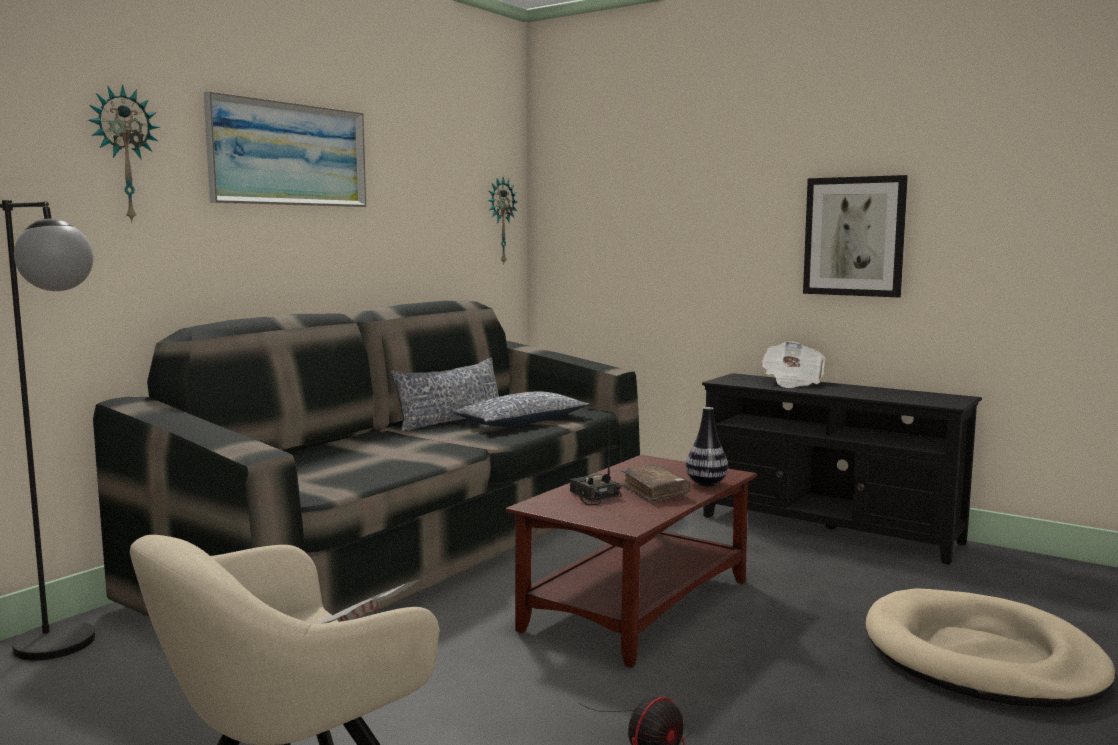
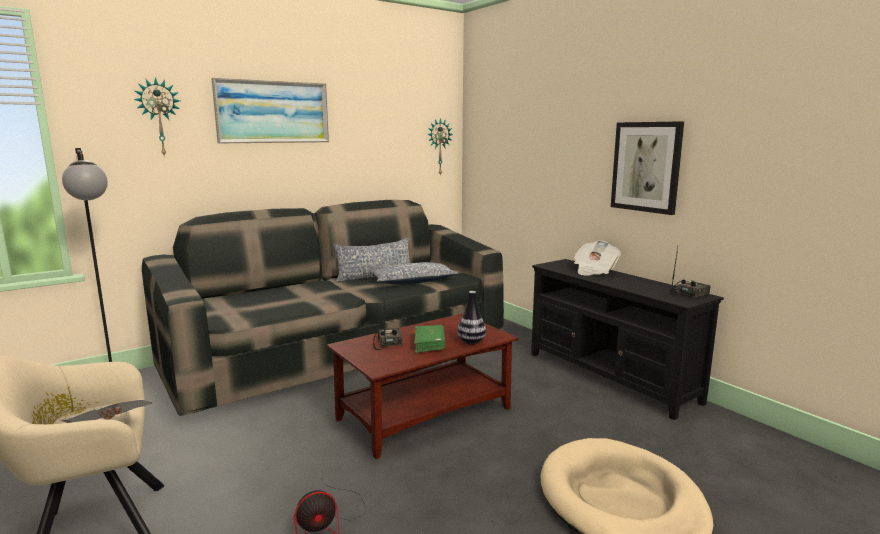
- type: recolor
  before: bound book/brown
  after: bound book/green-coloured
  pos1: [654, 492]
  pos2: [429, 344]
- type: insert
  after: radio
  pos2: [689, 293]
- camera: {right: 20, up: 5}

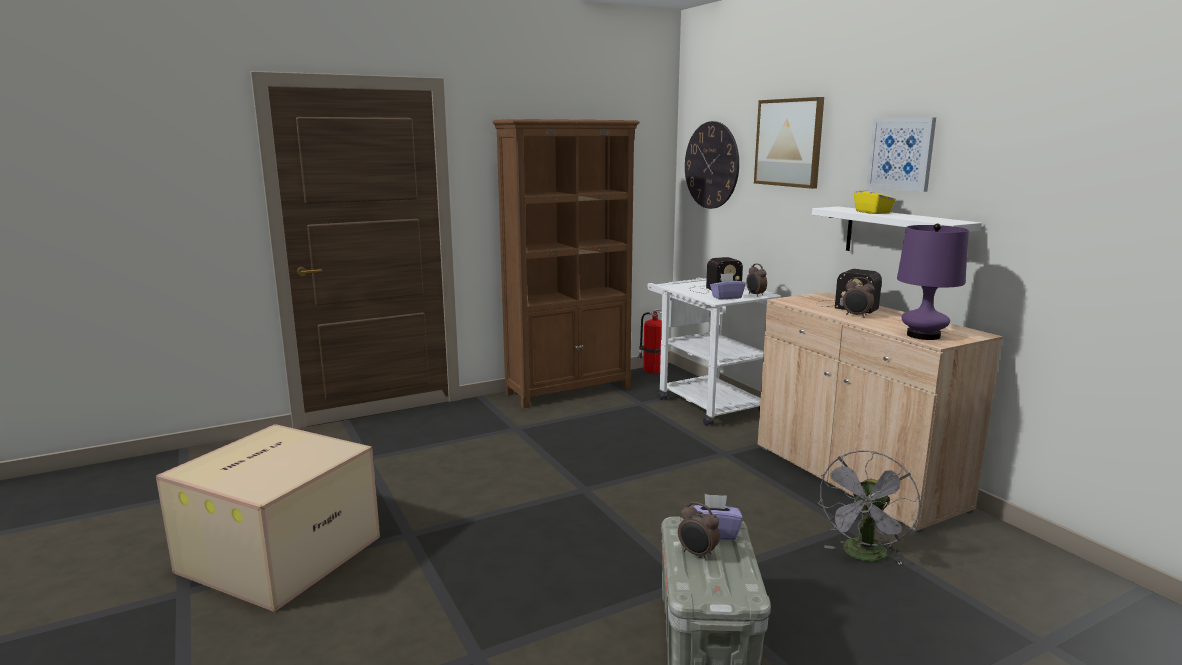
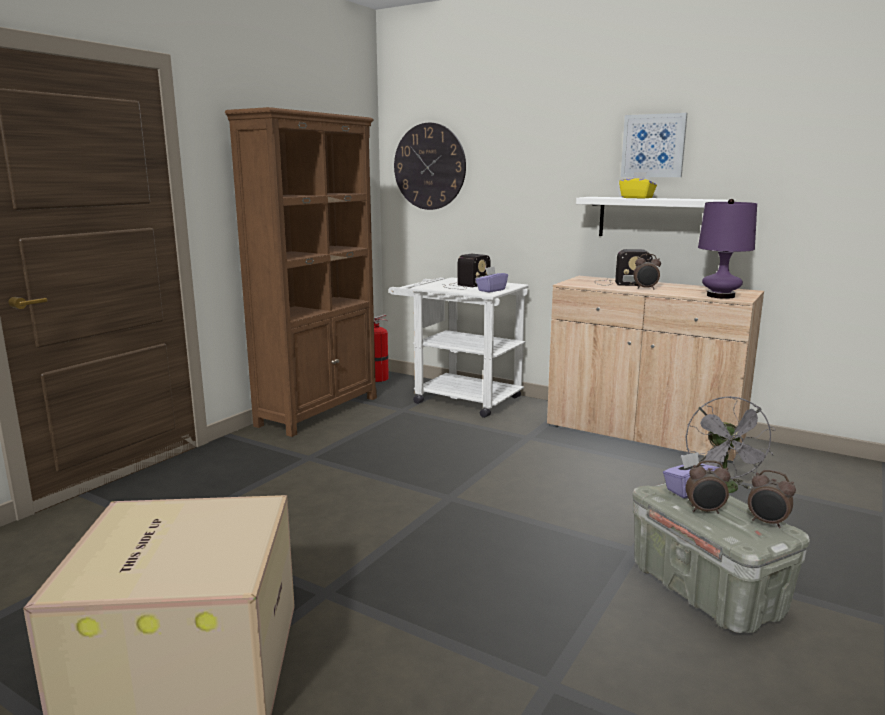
- type: move
  before: bedside clock
  pos1: [755, 295]
  pos2: [767, 523]
- type: delete
  before: wall picture
  pos1: [789, 142]
- camera: {right: -30, up: 0}

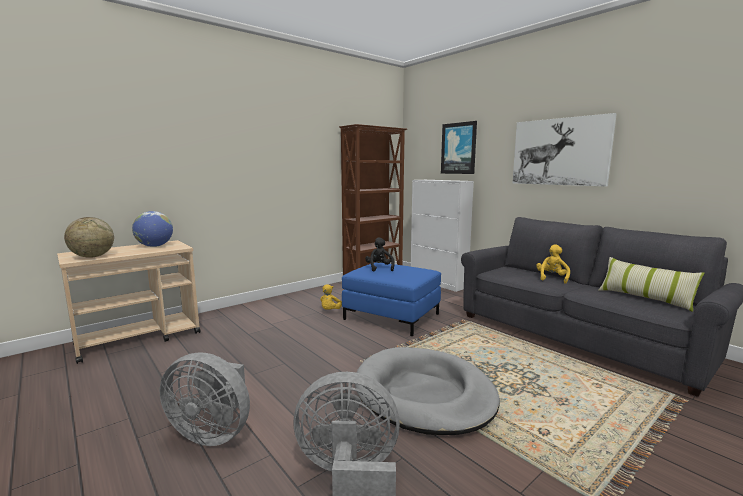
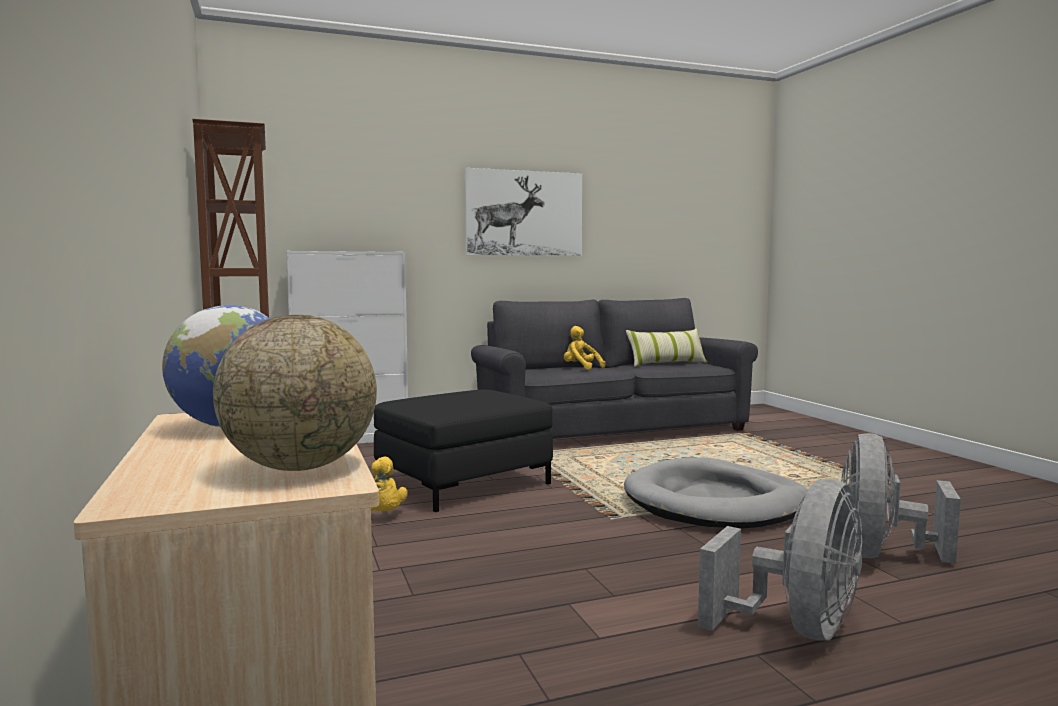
- type: recolor
  before: pouffe/blue
  after: pouffe/black-coloured
  pos1: [392, 316]
  pos2: [464, 483]
- type: delete
  before: soft toy/black-coloured
  pos1: [379, 268]
- type: delete
  before: wall picture
  pos1: [458, 148]
- camera: {right: -70, up: -5}

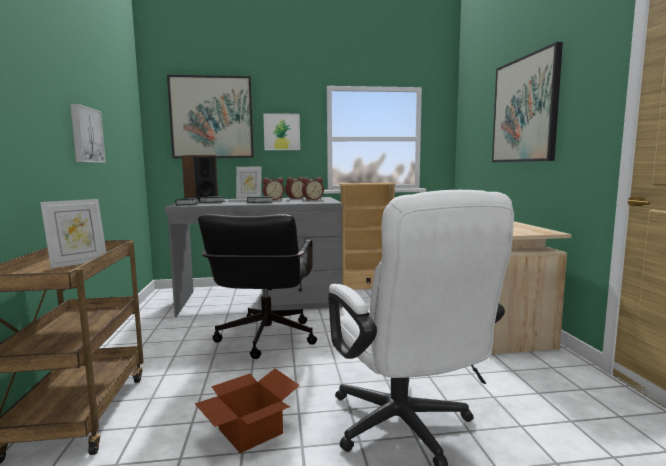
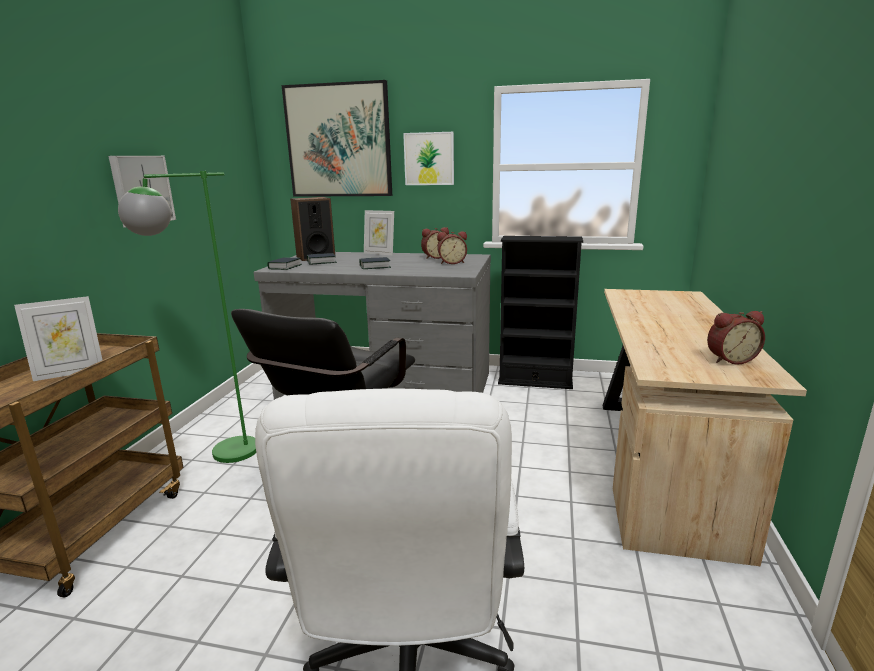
- type: insert
  after: standard lamp/green-coloured
  pos2: [219, 455]
- type: recolor
  before: bookcase/beige-coloured
  after: bookcase/black-coloured
  pos1: [366, 286]
  pos2: [535, 381]
- type: move
  before: bedside clock
  pos1: [273, 199]
  pos2: [730, 359]
- type: delete
  before: cardboard box
  pos1: [248, 431]
- type: delete
  before: wall picture
  pos1: [525, 110]
- camera: {right: 20, up: 10}

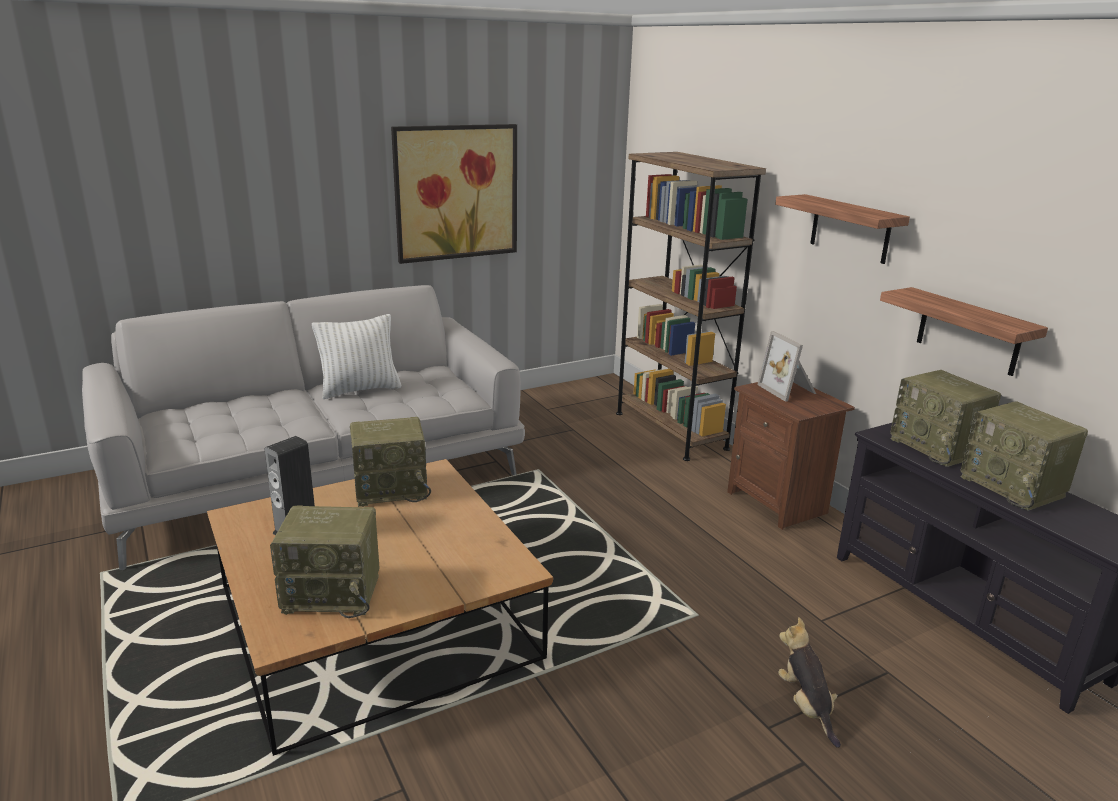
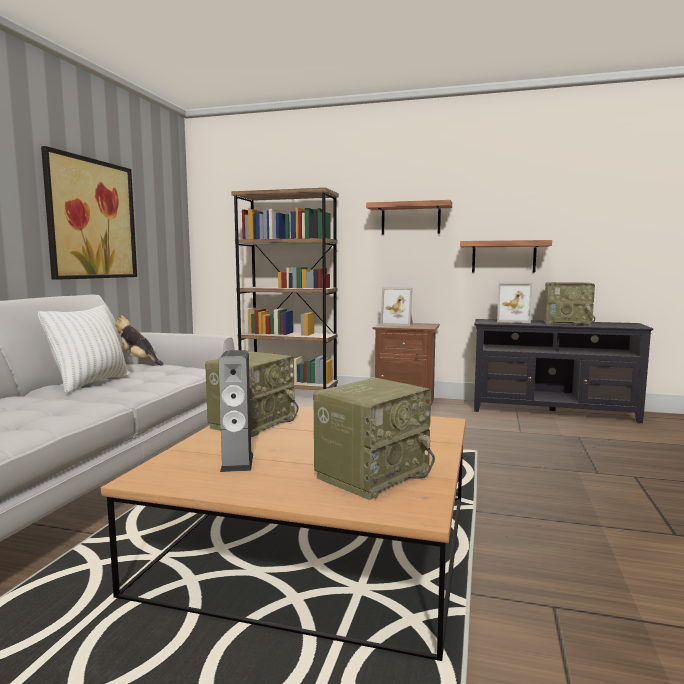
- type: move
  before: soft toy
  pos1: [806, 706]
  pos2: [138, 362]
- type: replace
  before: radio
  after: photo frame
  pos1: [938, 447]
  pos2: [513, 321]
- camera: {right: -45, up: -15}

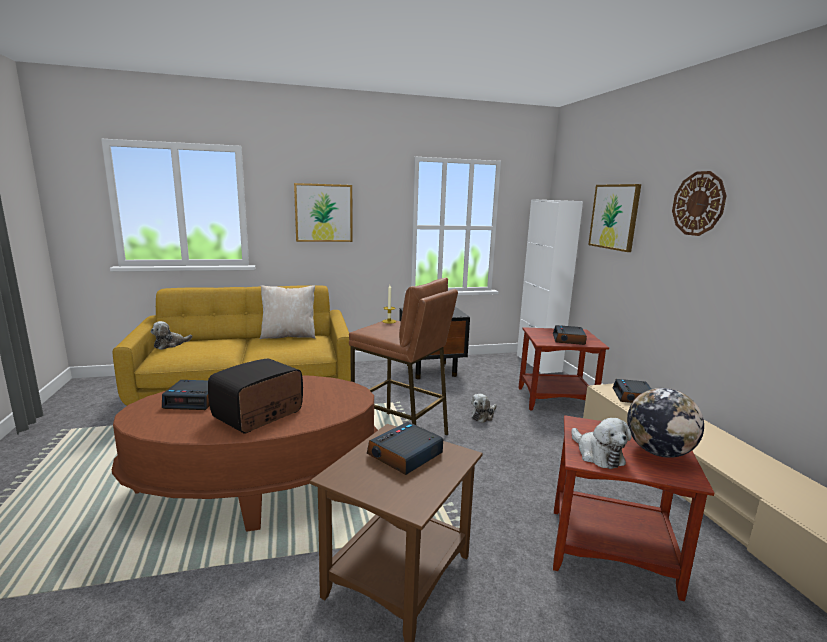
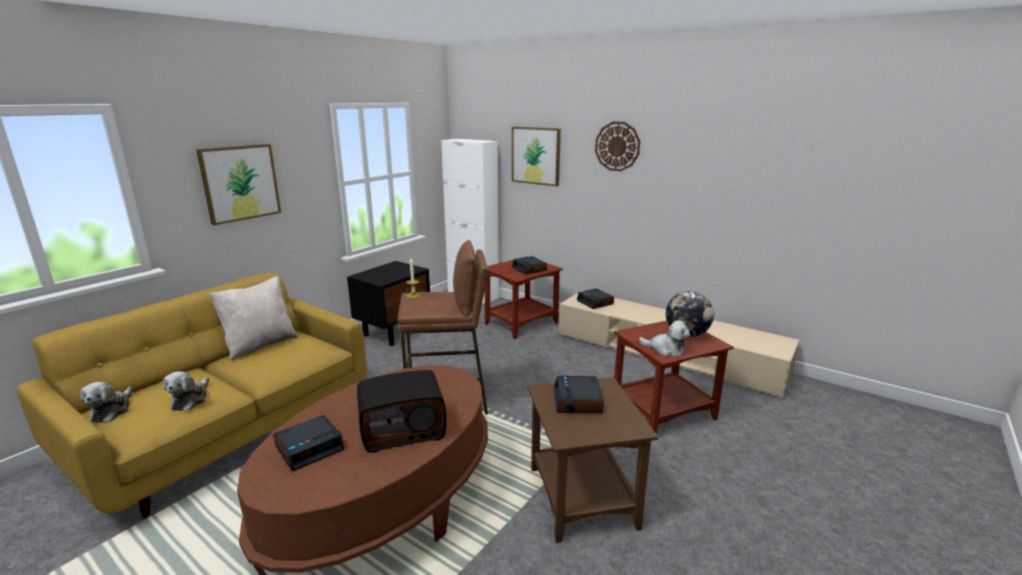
- type: move
  before: soft toy
  pos1: [483, 416]
  pos2: [190, 399]
- type: rotate
  before: radio
  pos1: [258, 415]
  pos2: [403, 429]
  turn: -105
- camera: {right: -40, up: 5}

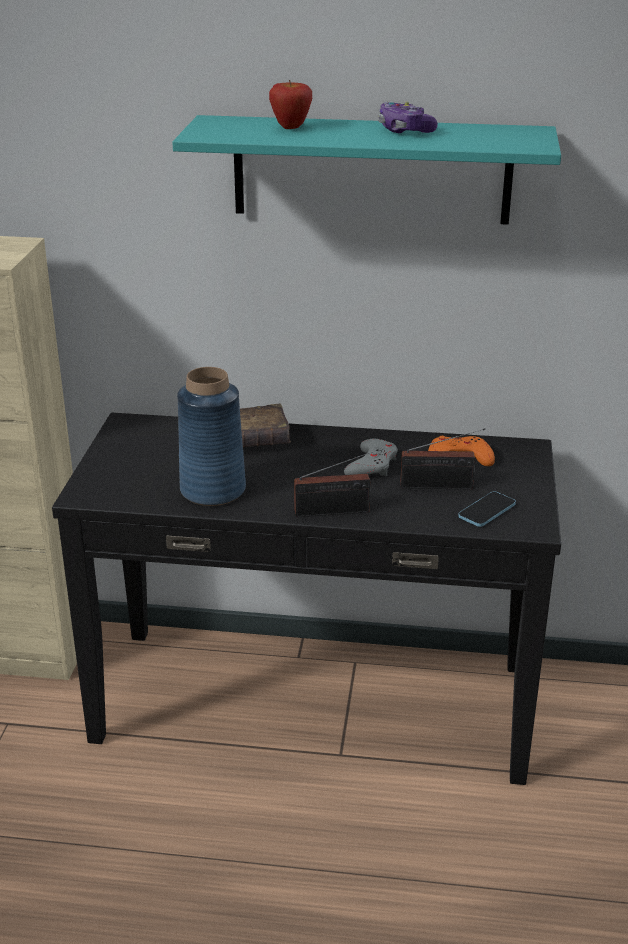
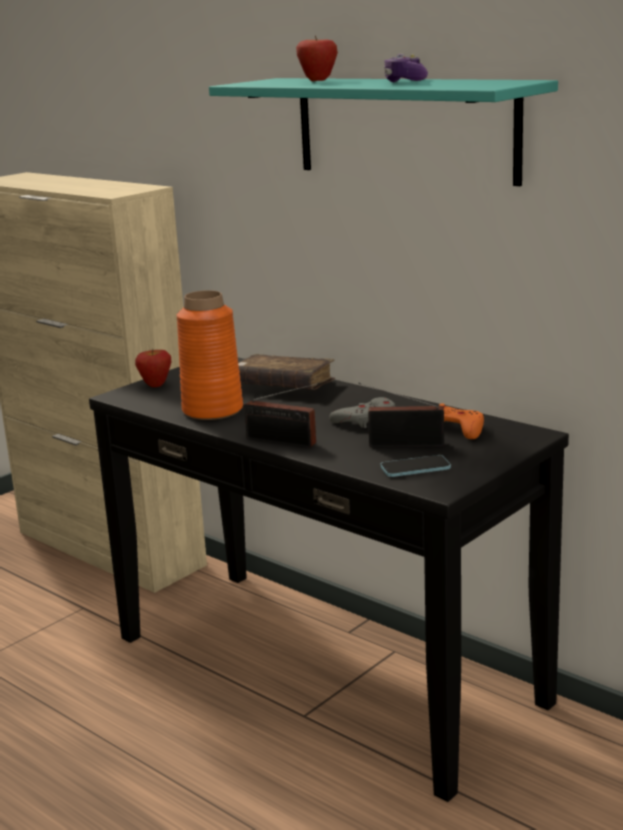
- type: insert
  after: apple
  pos2: [155, 385]
- type: recolor
  before: flower vase/blue
  after: flower vase/orange-coloured
  pos1: [213, 490]
  pos2: [213, 410]
- type: rotate
  before: radio
  pos1: [440, 486]
  pos2: [402, 444]
  turn: 150
- camera: {right: 35, up: -10}

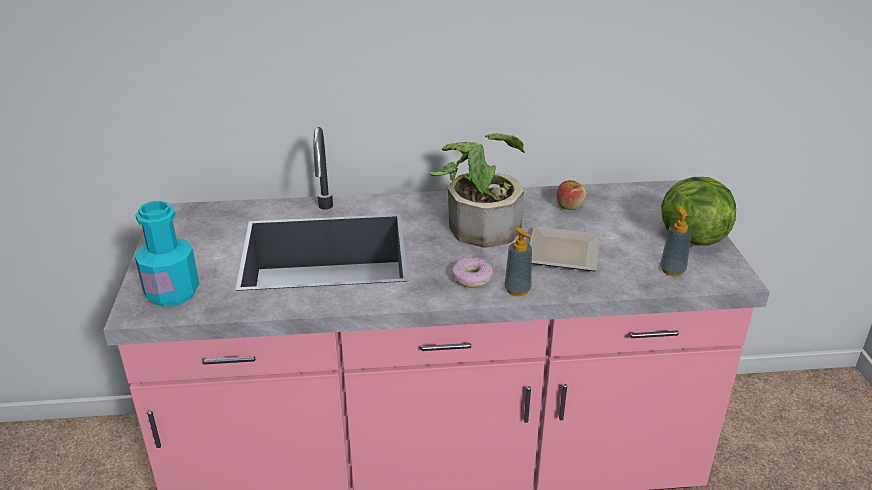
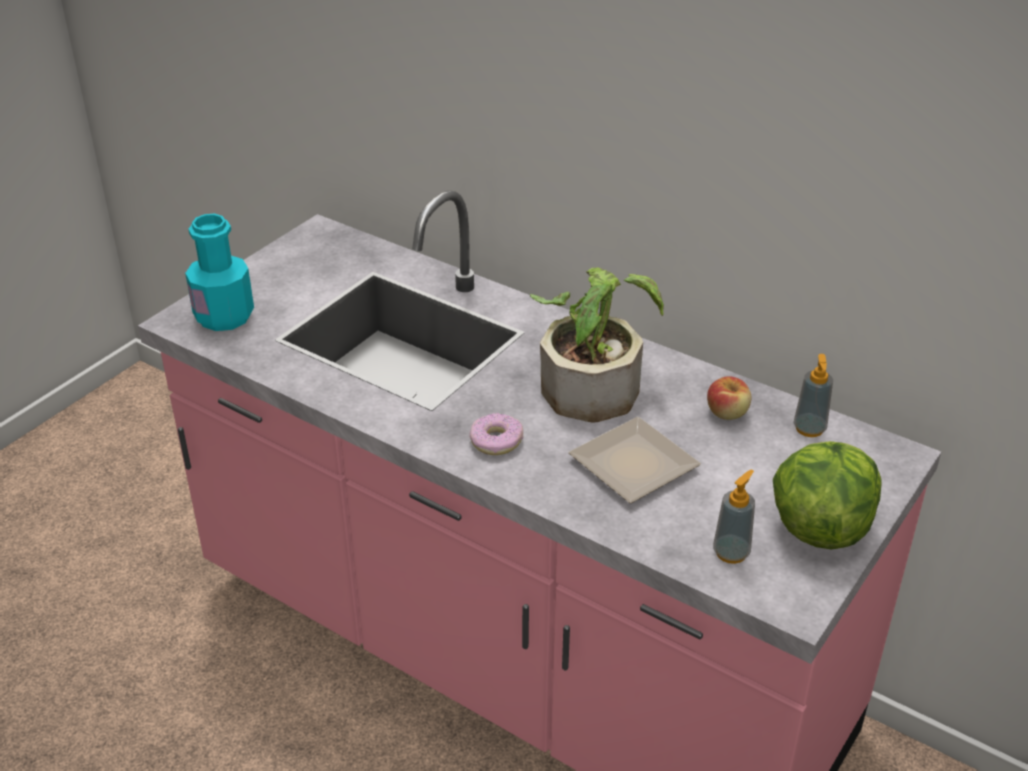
- type: move
  before: soap bottle
  pos1: [517, 290]
  pos2: [809, 428]
- camera: {right: 40, up: 5}

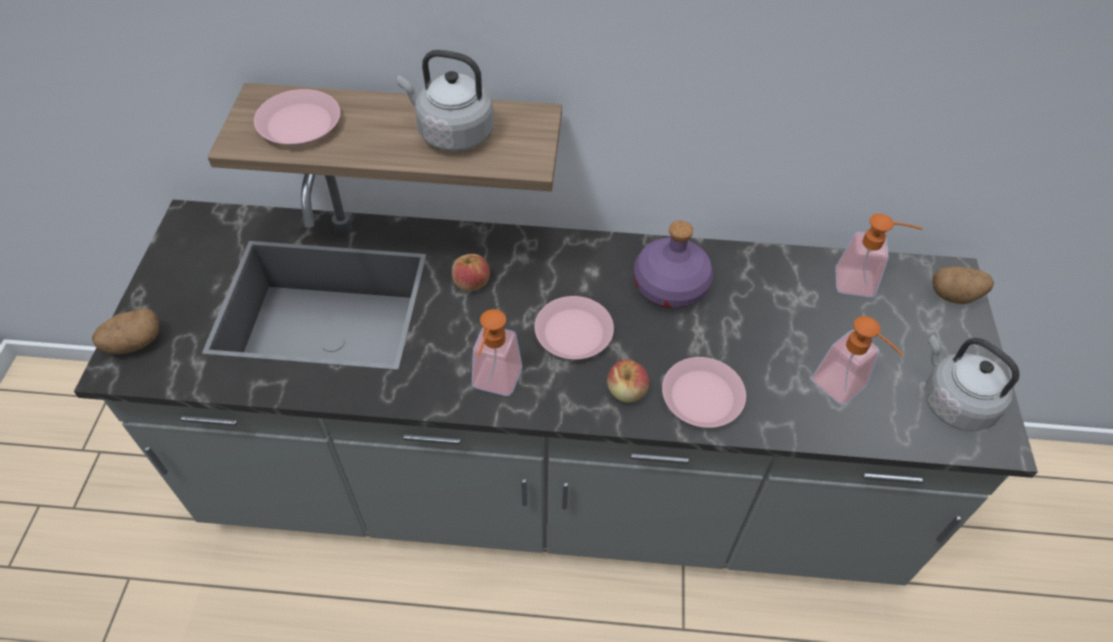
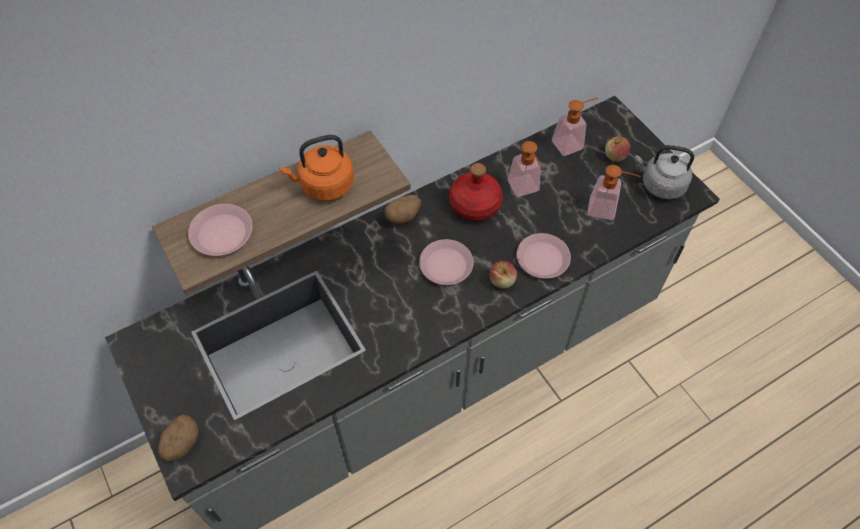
- type: recolor
  before: kettle/greyish
  after: kettle/orange-coloured
  pos1: [452, 133]
  pos2: [324, 185]
- type: move
  before: whole potato
  pos1: [955, 295]
  pos2: [403, 216]
- type: recolor
  before: drink bottle/purplish
  after: drink bottle/red
  pos1: [670, 286]
  pos2: [475, 205]
- type: move
  before: soap bottle
  pos1: [494, 385]
  pos2: [525, 190]
- type: move
  before: apple
  pos1: [471, 283]
  pos2: [615, 156]
- camera: {right: -35, up: 5}

